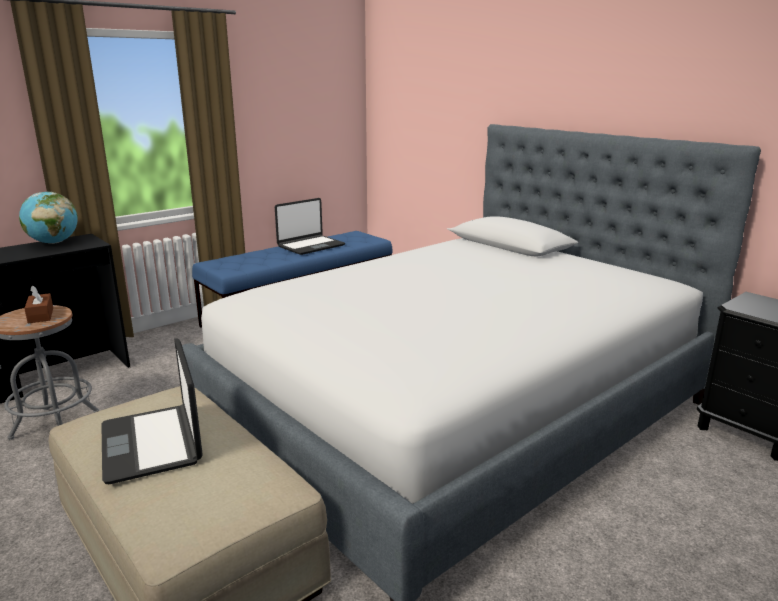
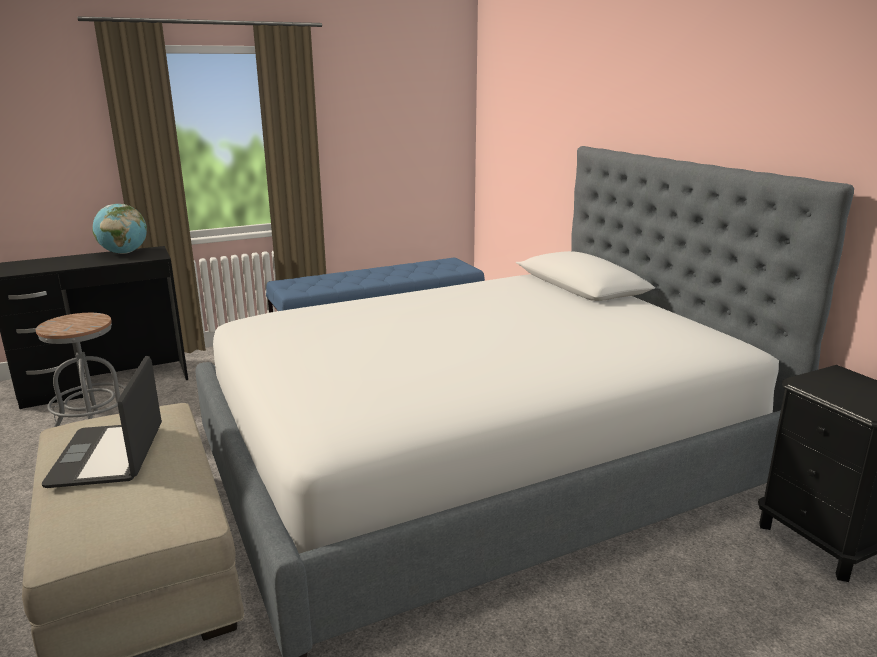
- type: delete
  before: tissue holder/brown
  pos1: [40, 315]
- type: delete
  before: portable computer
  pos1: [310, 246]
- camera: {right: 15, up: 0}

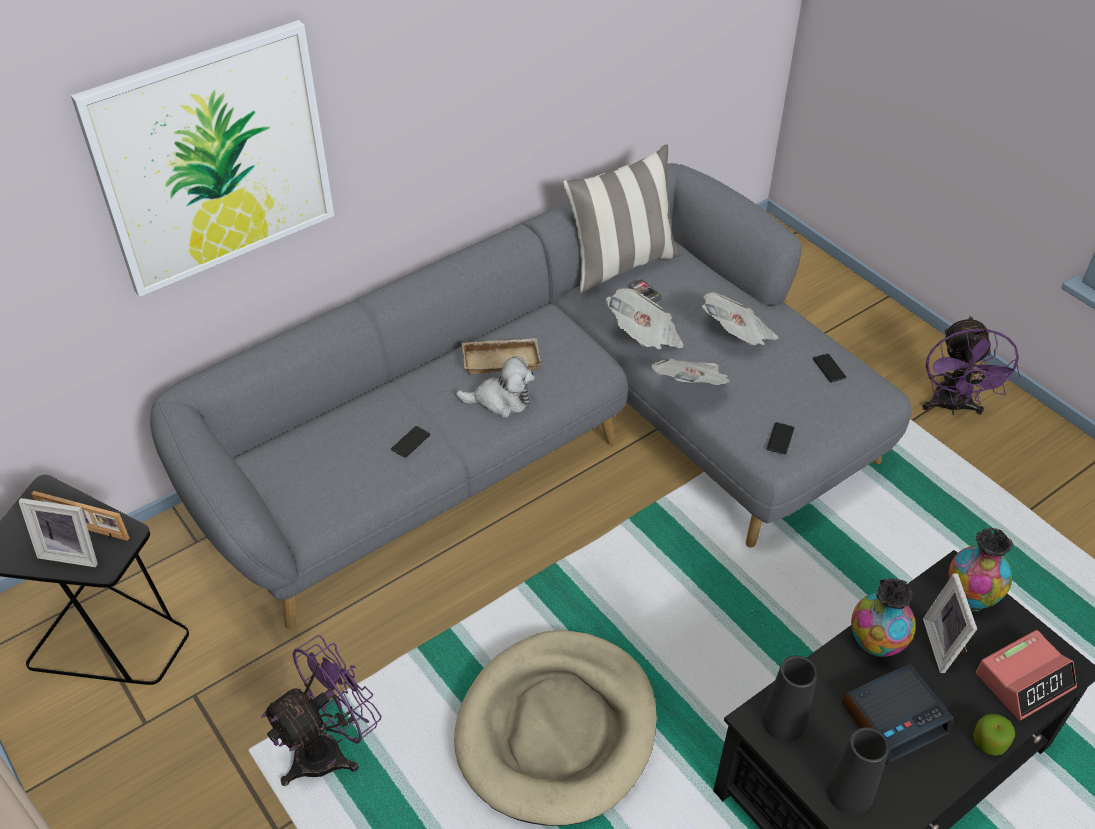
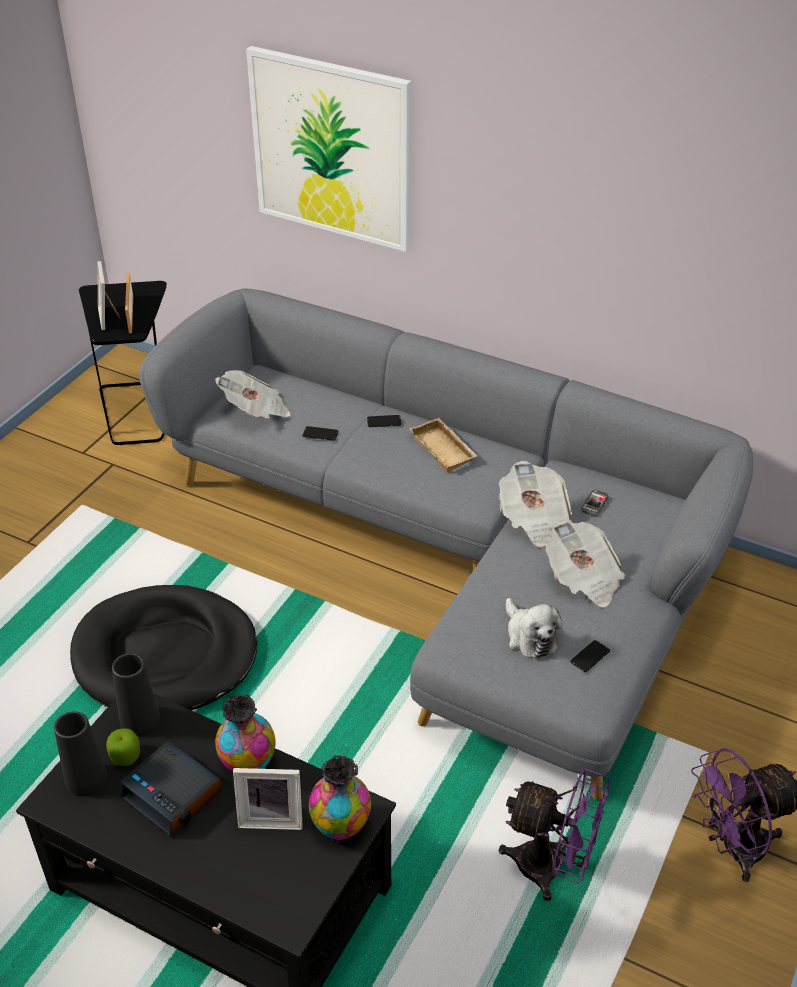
- type: recolor
  before: dog bed/beige-coloured
  after: dog bed/black-coloured
  pos1: [557, 730]
  pos2: [165, 655]
- type: move
  before: apple
  pos1: [989, 742]
  pos2: [125, 756]
- type: move
  before: newspaper
  pos1: [691, 386]
  pos2: [255, 411]
- type: rotate
  before: photo frame
  pos1: [945, 645]
  pos2: [271, 816]
  turn: -150
- type: move
  before: phone
  pos1: [780, 439]
  pos2: [384, 421]
- type: move
  before: fan/purplish
  pos1: [330, 749]
  pos2: [551, 869]
- type: move
  before: soft toy
  pos1: [500, 400]
  pos2: [529, 636]
- type: delete
  before: cushion
  pos1: [621, 264]
- type: delete
  before: bedside clock
  pos1: [1024, 680]
- camera: {right: 65, up: -5}

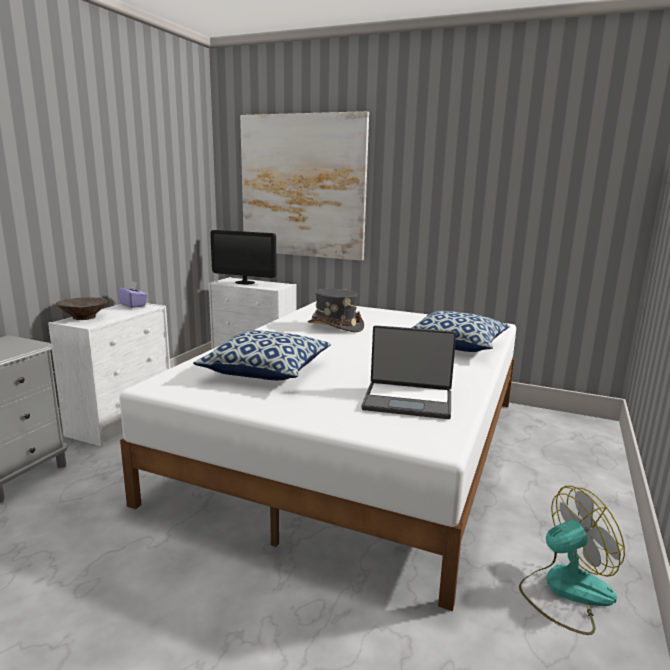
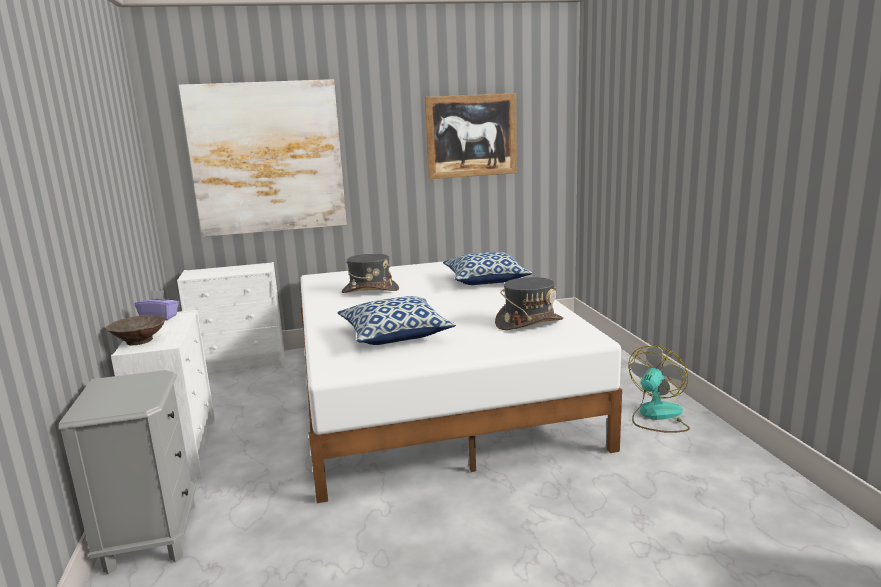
- type: insert
  after: wall picture
  pos2: [471, 136]
- type: replace
  before: portable computer
  after: wearable hat/greyish
  pos1: [408, 401]
  pos2: [529, 322]
- type: delete
  before: computer display
  pos1: [245, 282]
- camera: {right: -35, up: 0}

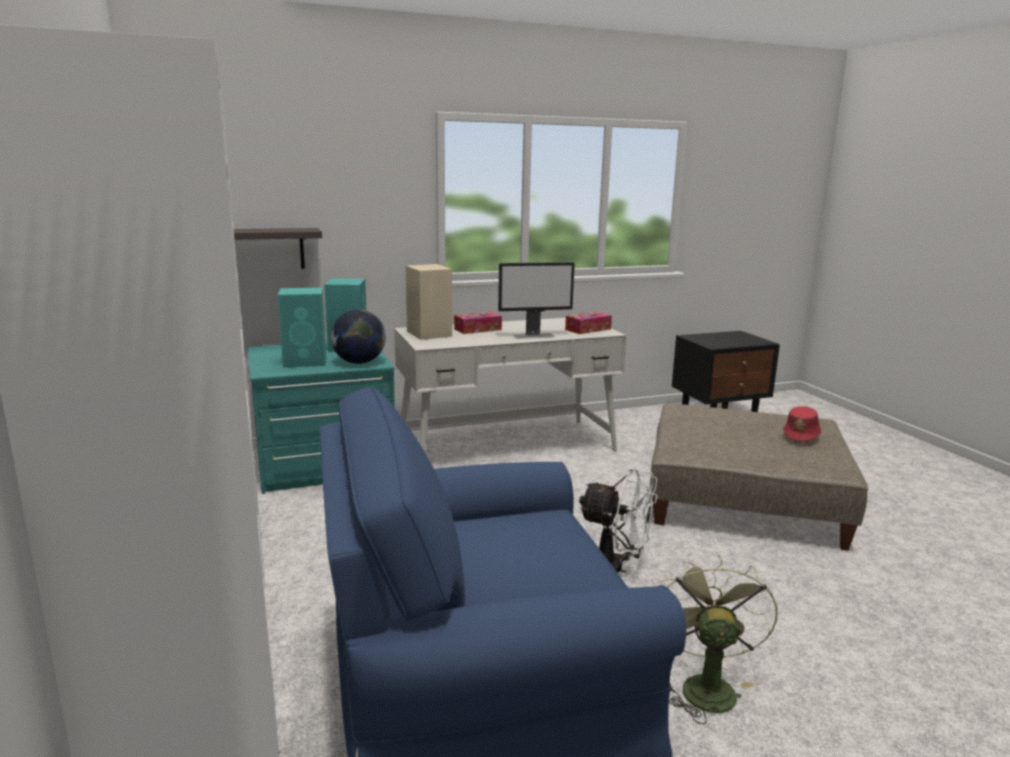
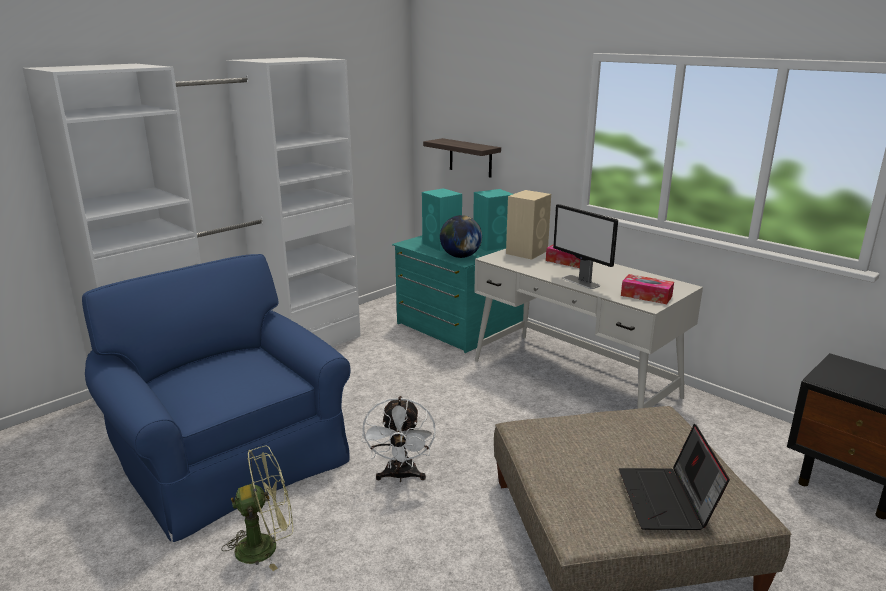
- type: replace
  before: wearable hat/red
  after: portable computer
  pos1: [802, 435]
  pos2: [667, 500]
- camera: {right: 65, up: 5}

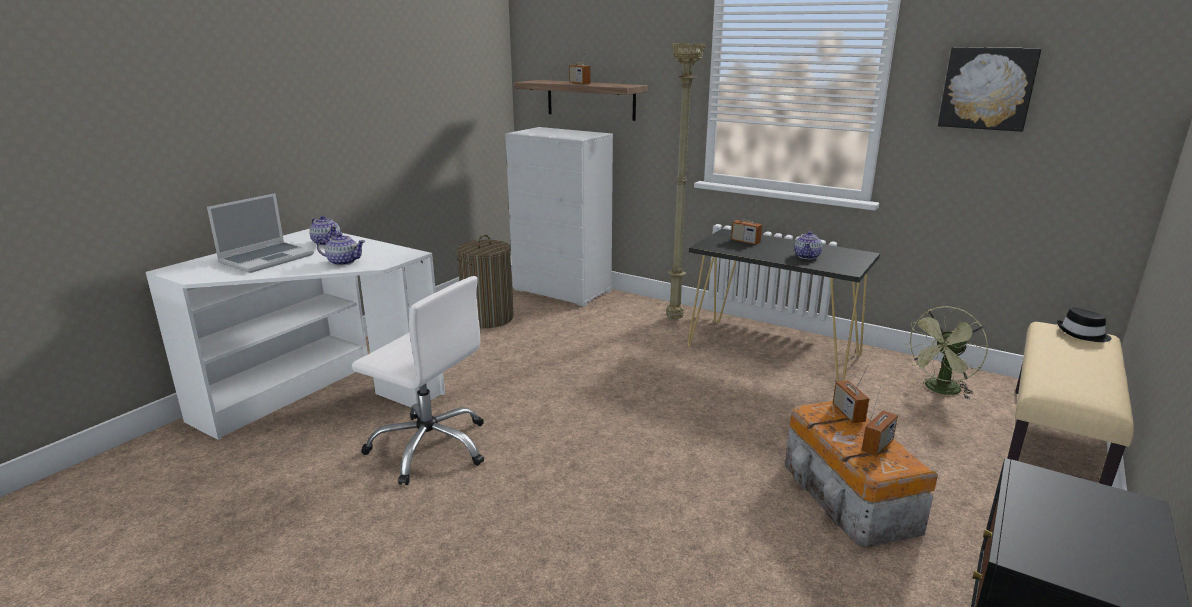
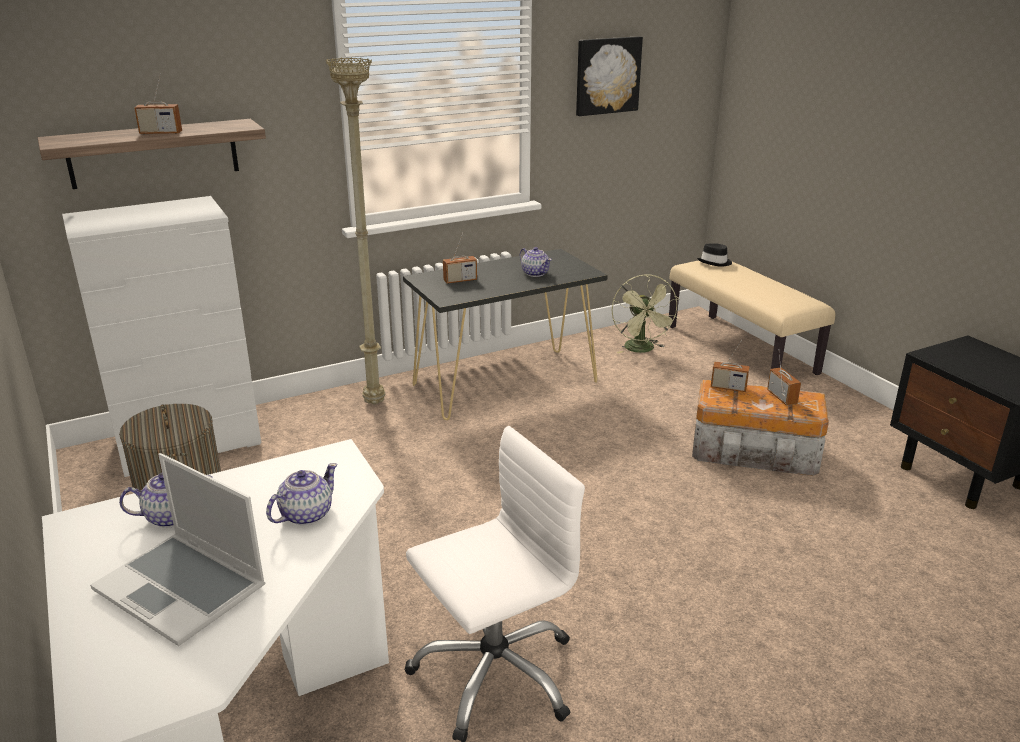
- type: rotate
  before: portable computer
  pos1: [267, 258]
  pos2: [183, 589]
  turn: 150
- camera: {right: -60, up: 5}

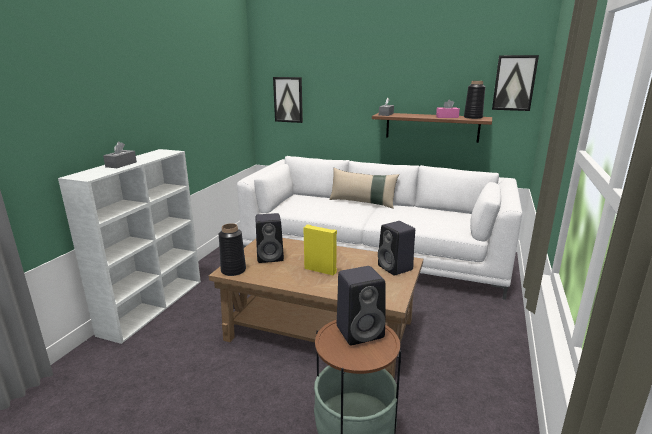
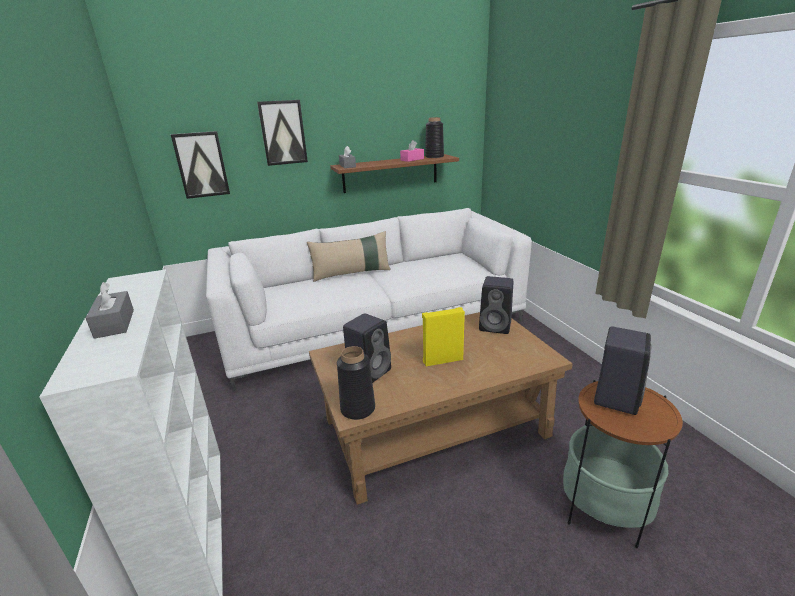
- type: move
  before: wall picture
  pos1: [514, 83]
  pos2: [283, 132]
- camera: {right: -40, up: 5}

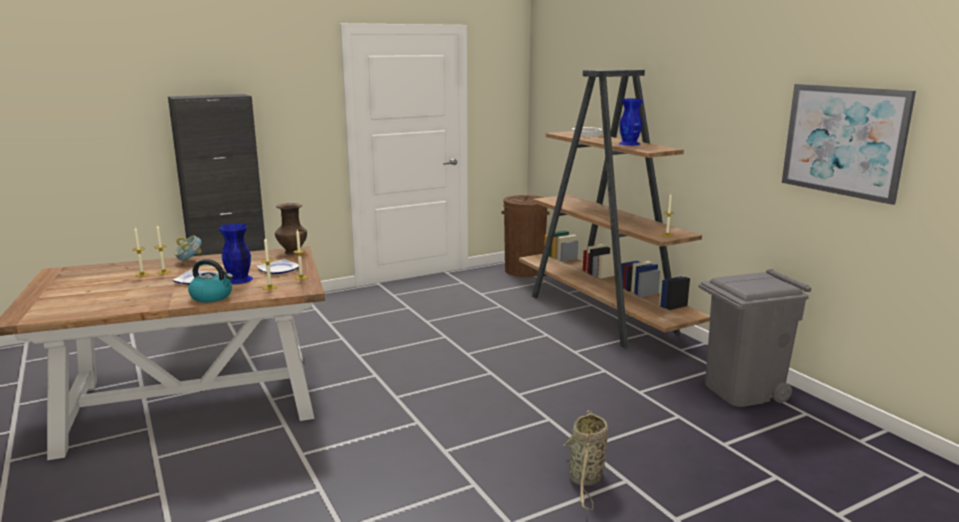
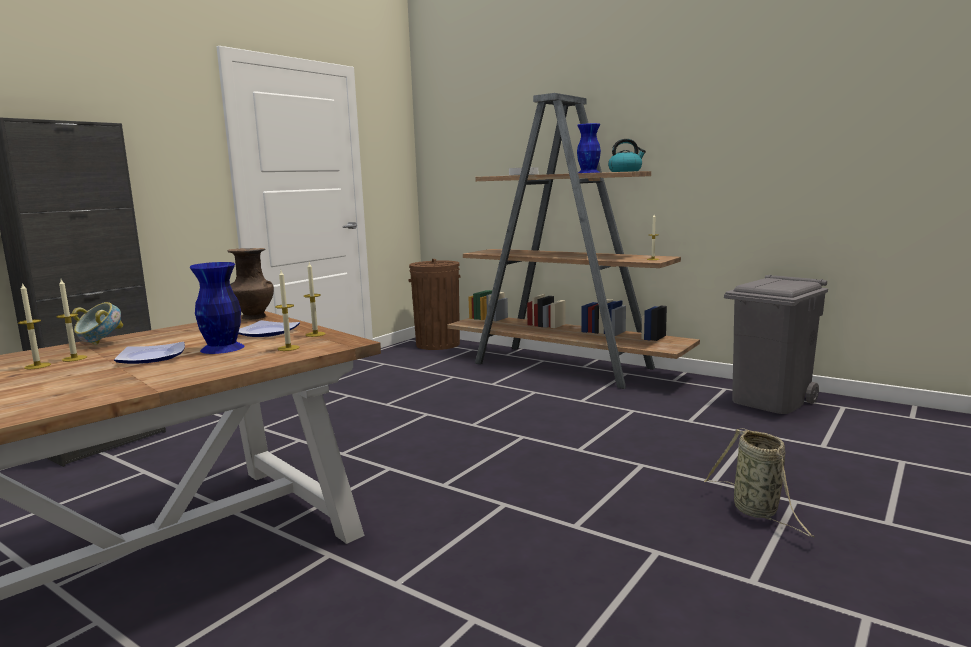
- type: move
  before: kettle
  pos1: [212, 296]
  pos2: [625, 171]
- type: delete
  before: wall picture
  pos1: [843, 141]
- camera: {right: -25, up: -5}

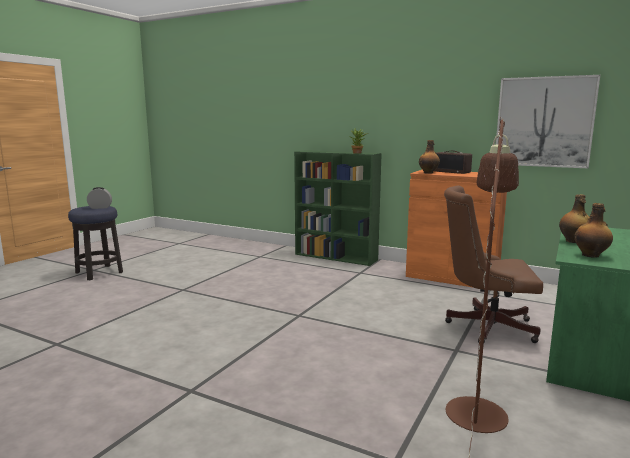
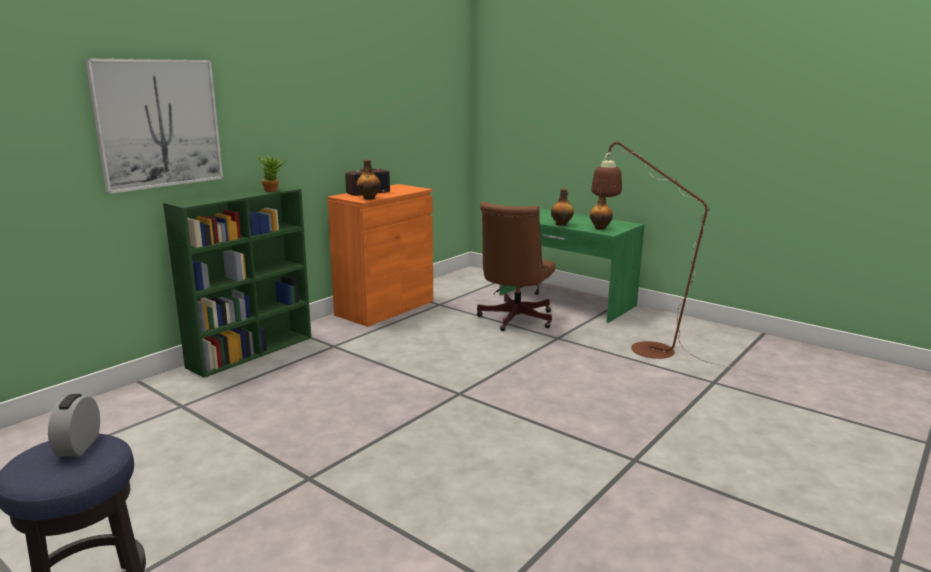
- type: move
  before: wall picture
  pos1: [544, 122]
  pos2: [158, 124]
- camera: {right: -80, up: 5}

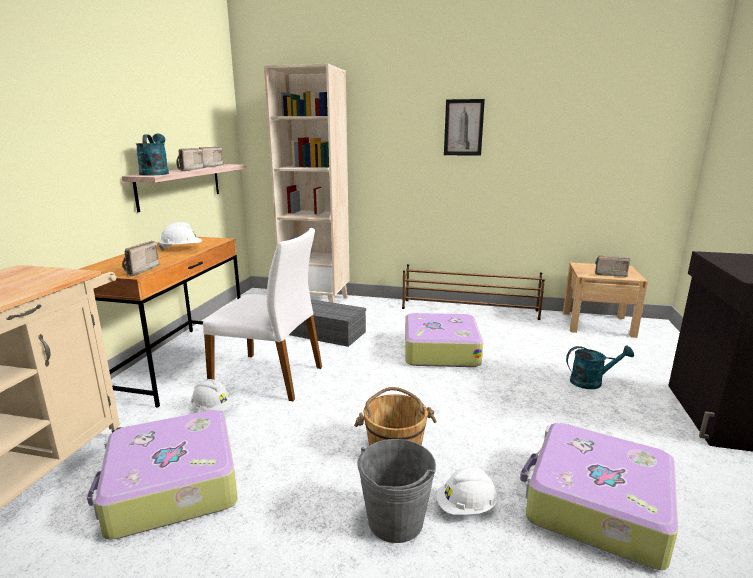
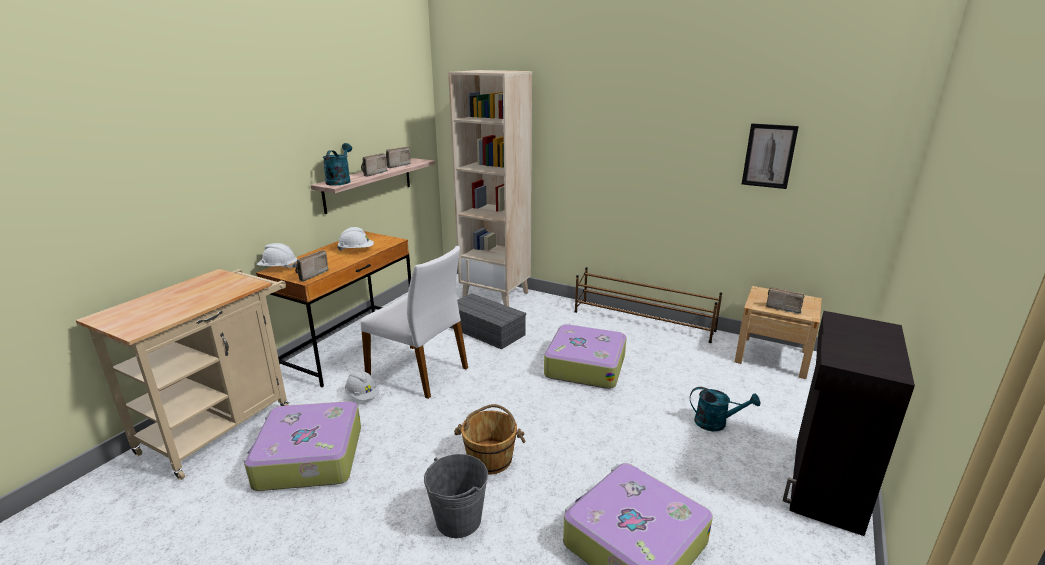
- type: move
  before: hard hat/white
  pos1: [466, 507]
  pos2: [278, 268]
- type: move
  before: wall picture
  pos1: [463, 127]
  pos2: [769, 156]
- camera: {right: 15, up: 5}

